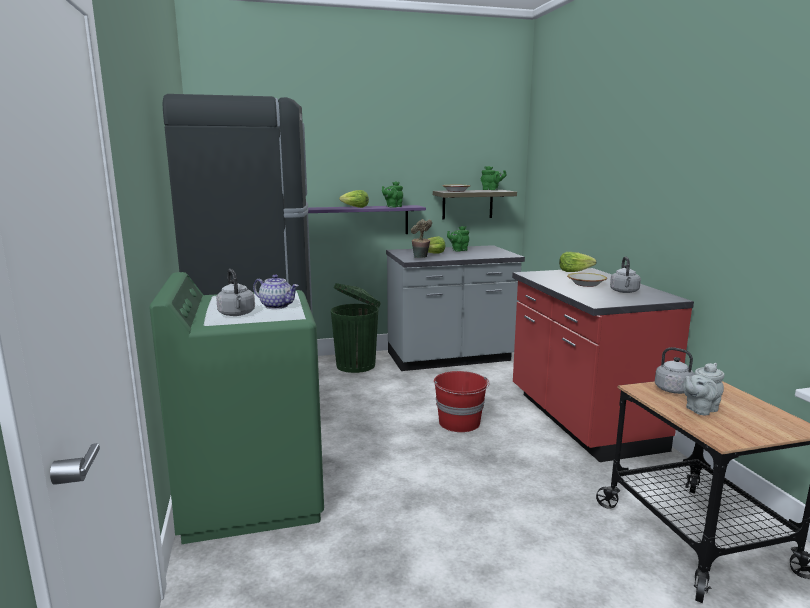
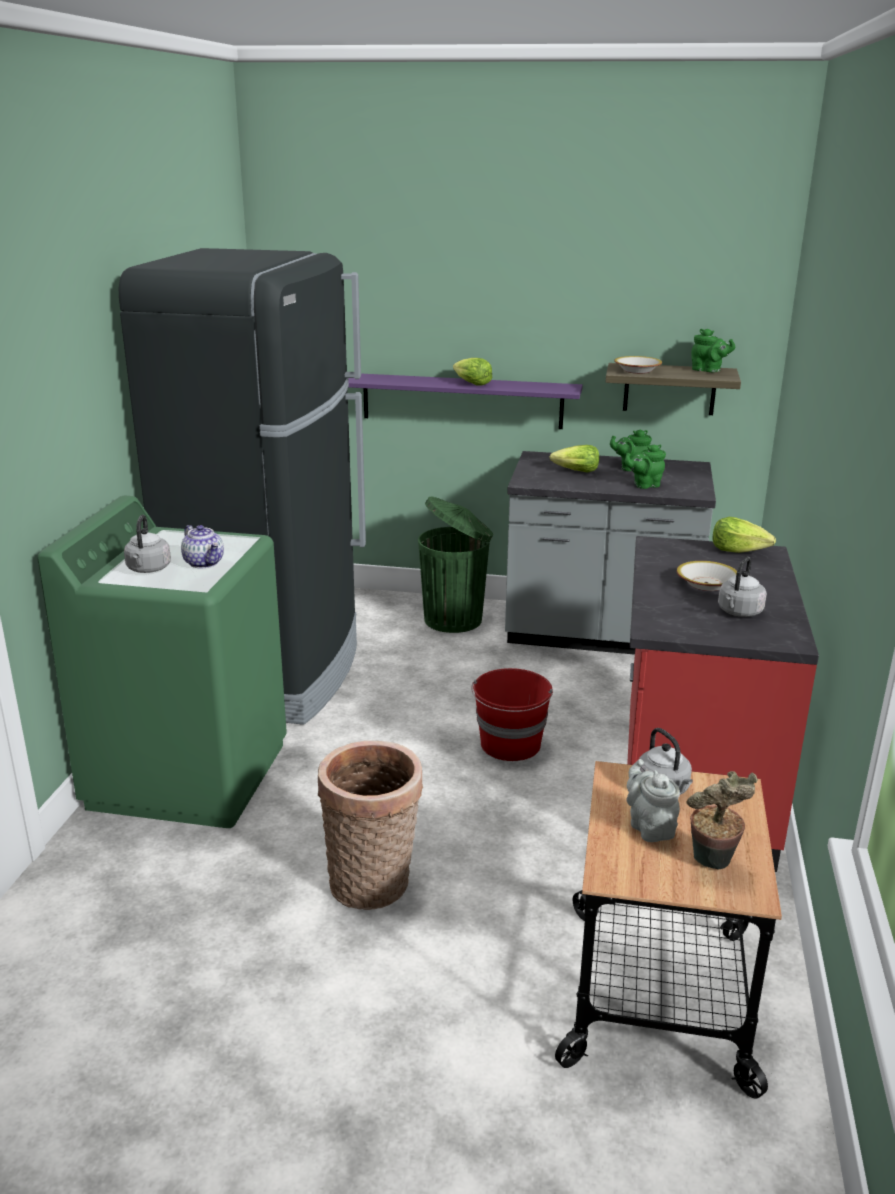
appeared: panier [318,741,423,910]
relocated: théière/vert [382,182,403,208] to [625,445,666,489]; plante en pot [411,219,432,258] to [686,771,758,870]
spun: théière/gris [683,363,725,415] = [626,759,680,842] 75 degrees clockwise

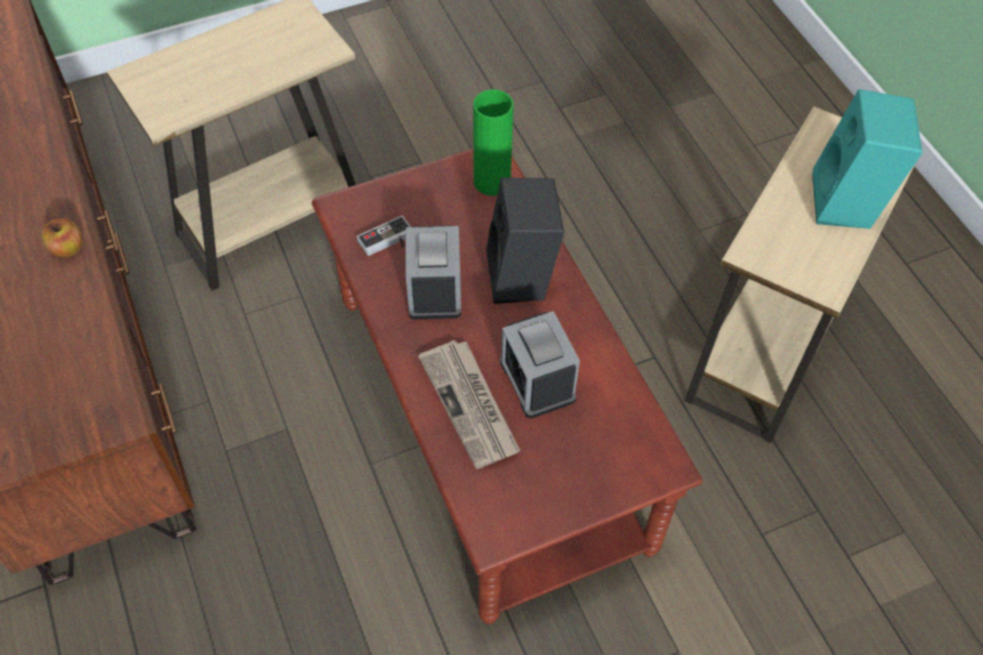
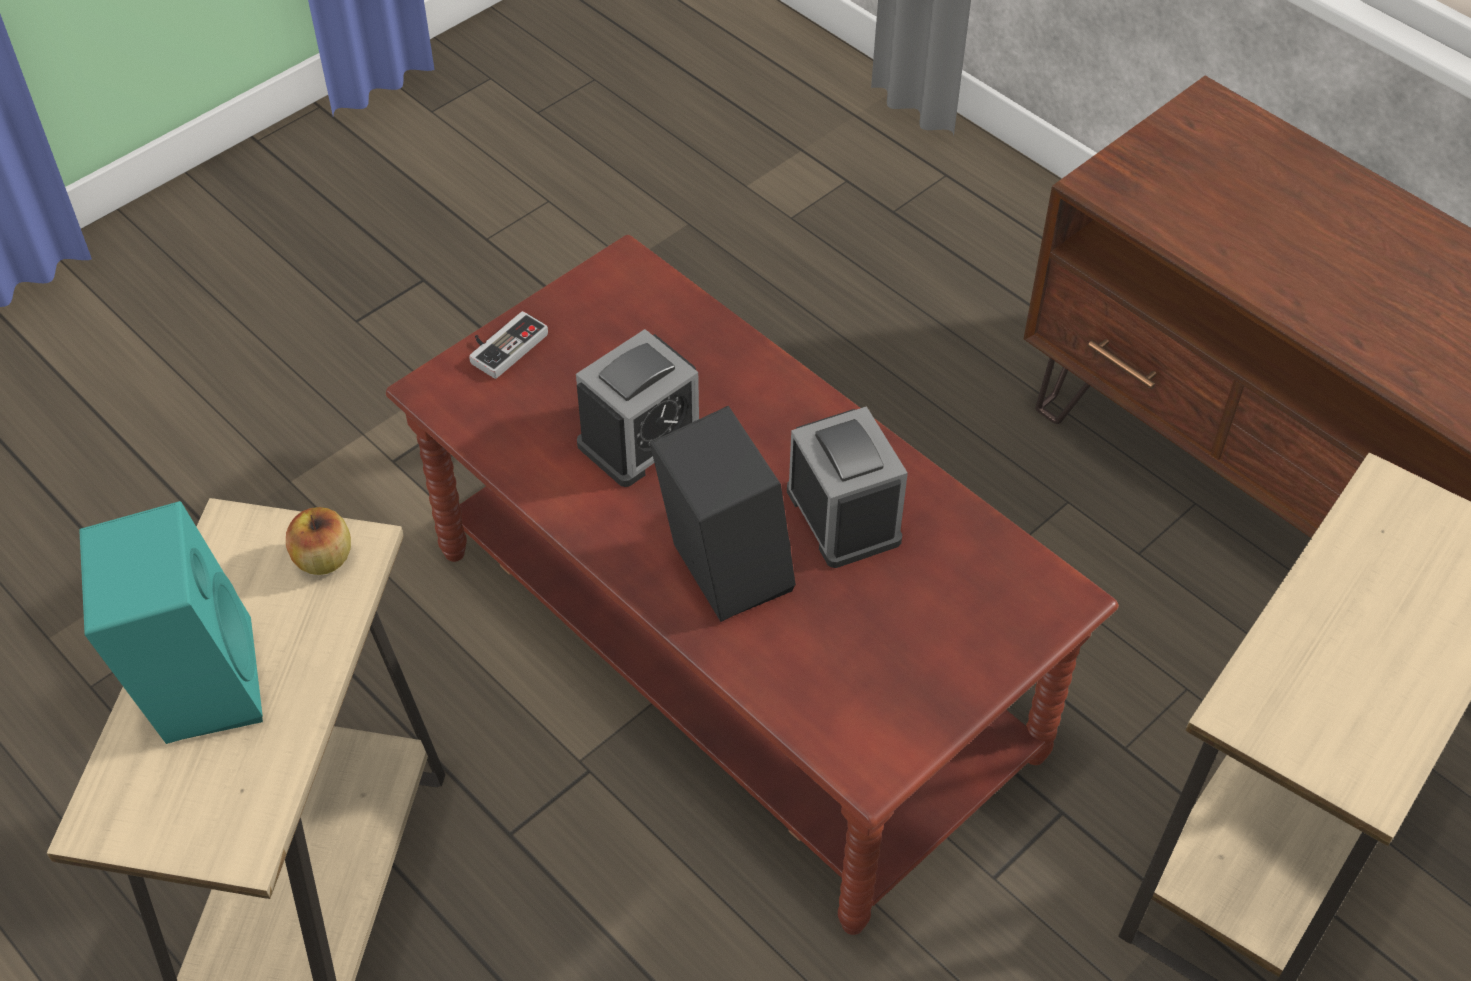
missing: journal [418,340,520,469]; vase/vert [473,90,514,196]
relocated: pomme [42,218,83,257] to [286,507,351,575]; manette [357,216,411,256] to [469,311,548,379]
spun: réveil [500,311,580,419] = [576,329,699,487] 90 degrees clockwise

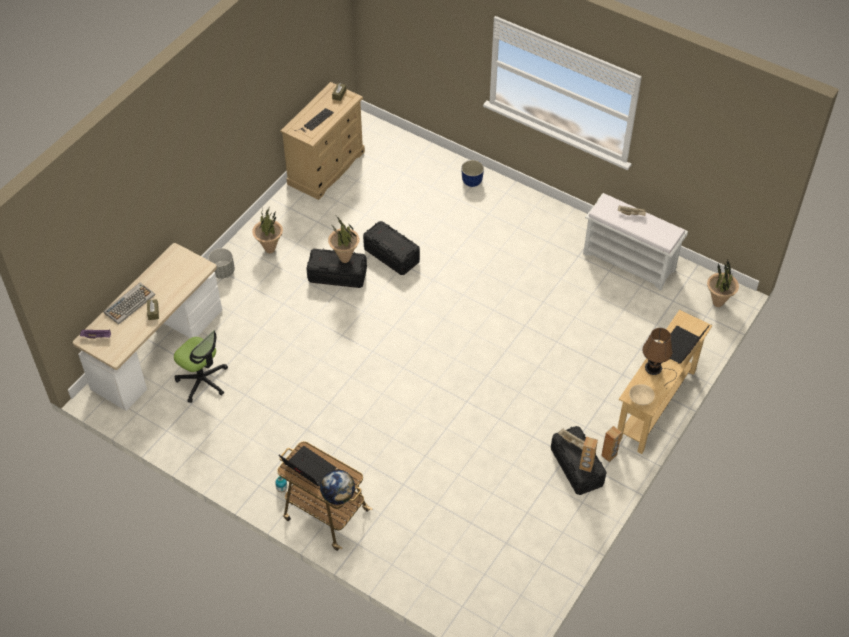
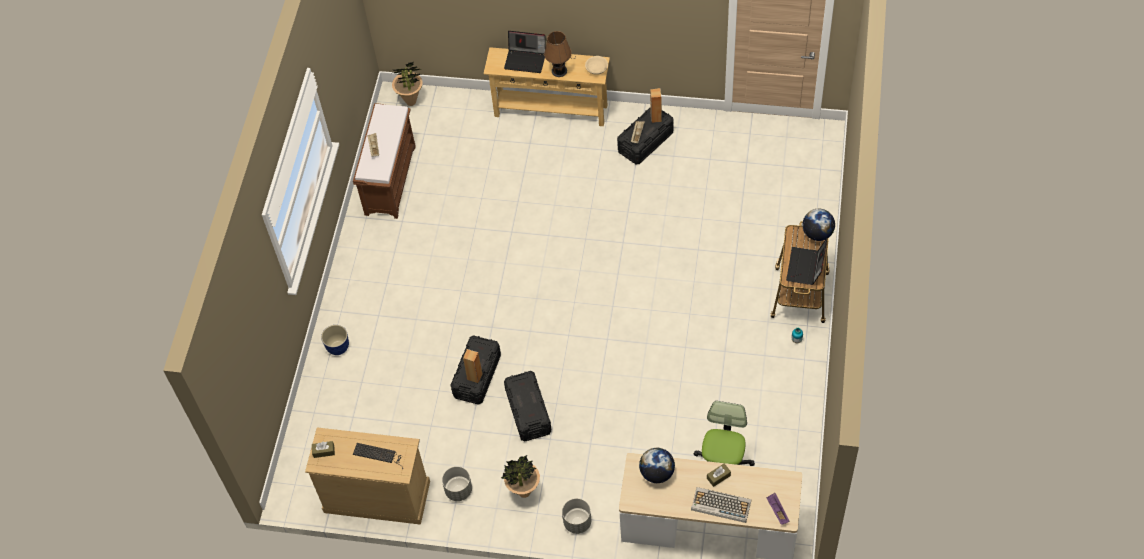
missing: plante en pot [328,217,359,263]
appeared: cache-pot/gris [442,466,472,501]; globe [639,448,675,483]
relocated: enceinte/marron [601,426,622,462] to [463,349,482,383]
colour: banc/blanc [583,193,688,290] to banc/marron [353,103,416,219]

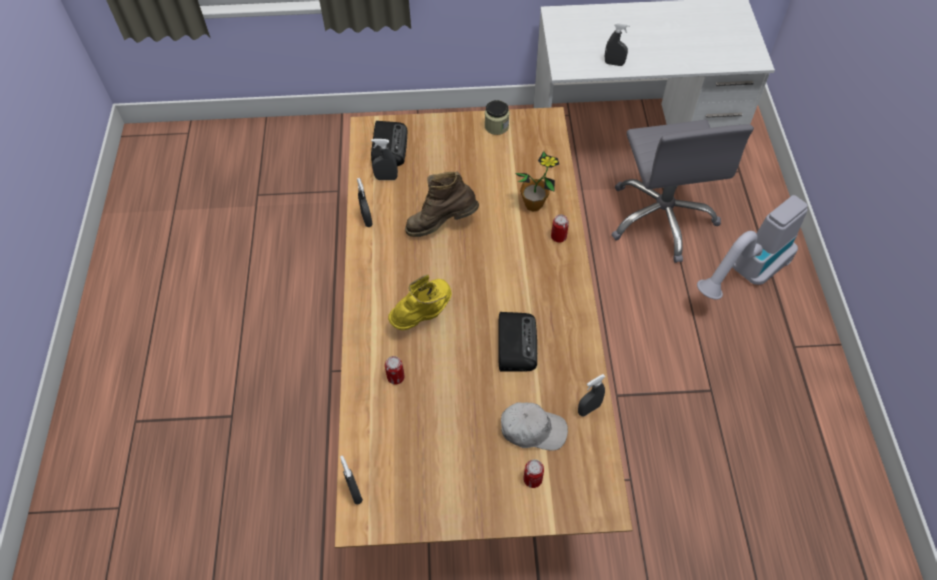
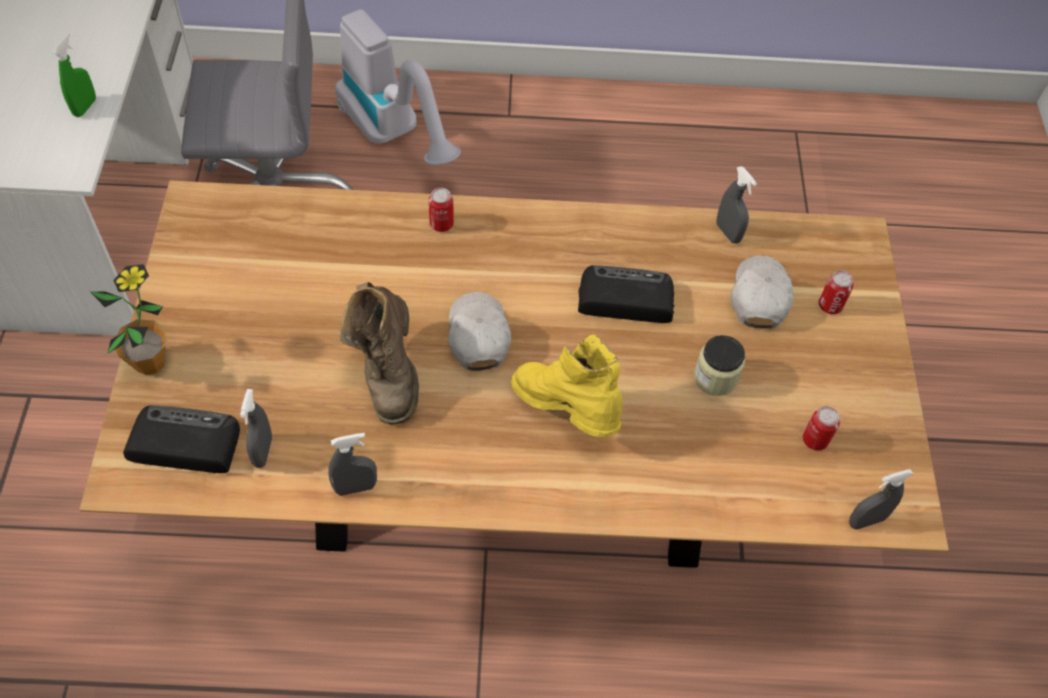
appeared: casquette/blanc [448,292,511,371]
relocated: boîte métallique [385,356,405,385] to [802,406,840,451]; bocal [485,100,509,135] to [694,335,745,396]; plante en pot [515,151,559,212] to [91,264,166,375]
colour: vaporisateur/gris [605,22,630,66] to vaporisateur/vert [52,34,96,117]

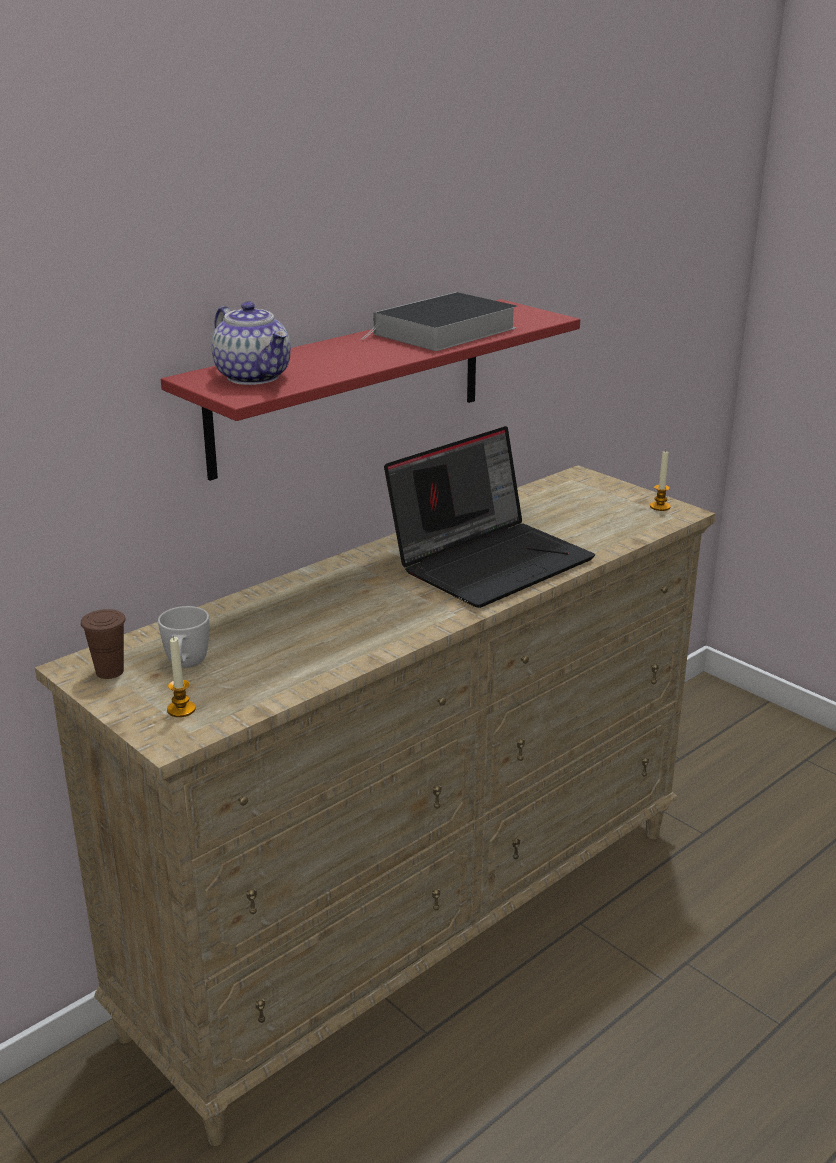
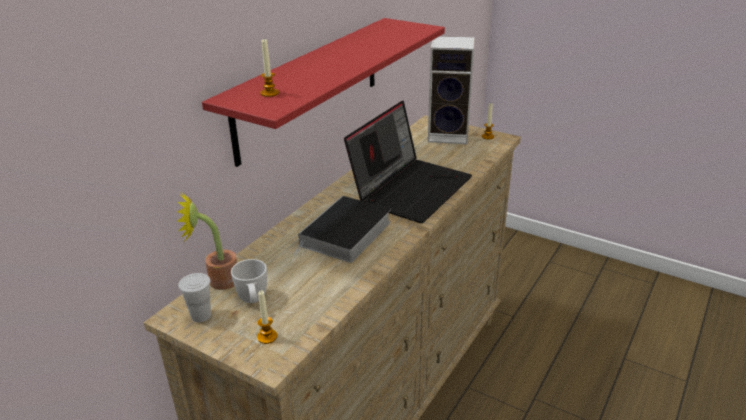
appeared: plante en pot [176,193,237,290]; enceinte [428,36,475,144]
relocated: livre [361,292,517,351] to [293,196,391,263]
exchanged: théière [211,301,291,385] to bougie [260,39,279,97]
colour: tasse/marron [81,609,126,679] to tasse/blanc [178,273,211,322]

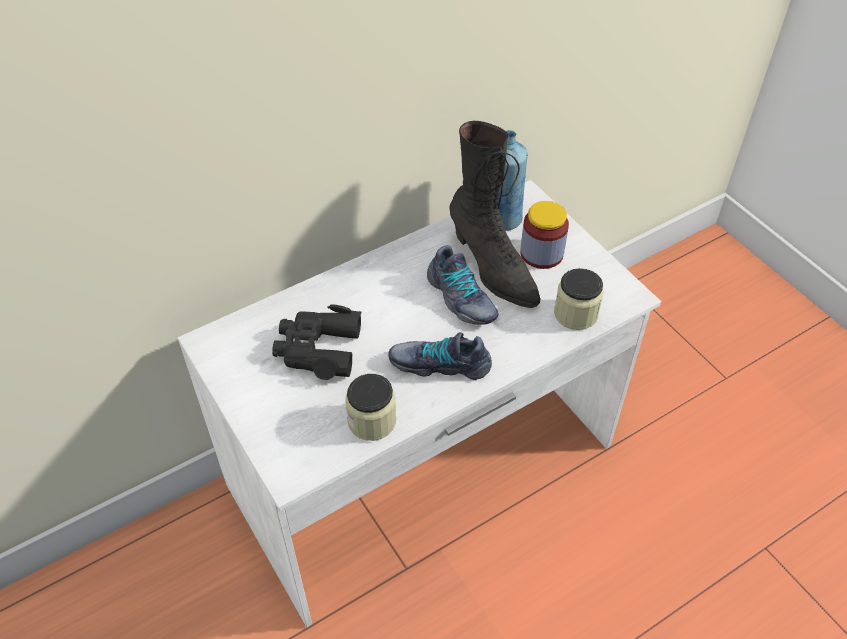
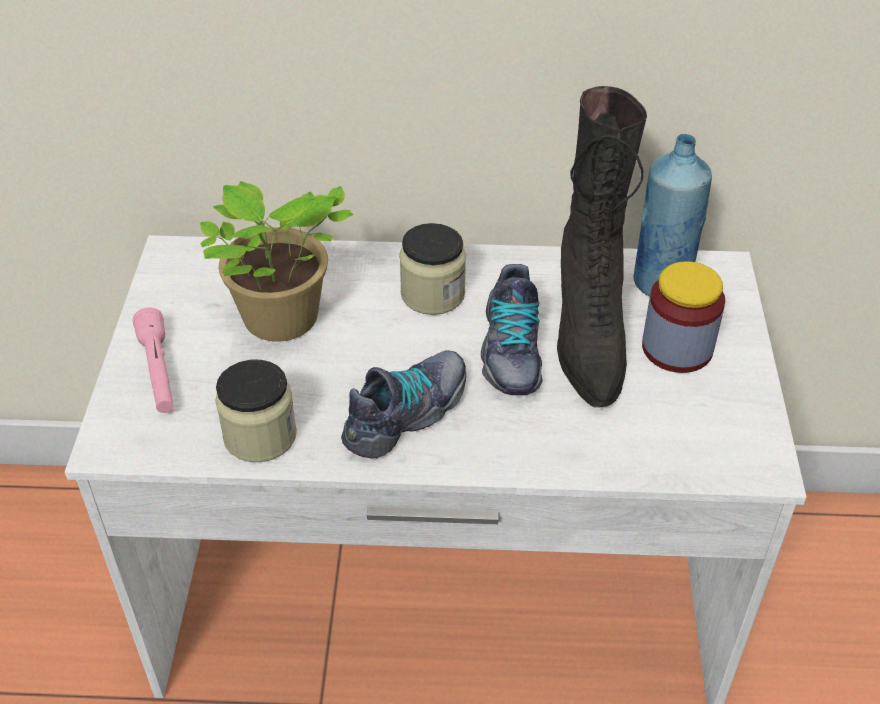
appeared: lampe de poche/rose [133,307,174,413]
relocated: bocal [554,268,603,330] to [399,223,466,315]
exchanged: jumelles/noir [272,305,361,380] to plante en pot [200,181,353,342]
spun: chaussure [388,332,492,380] = [341,350,466,458] 90 degrees clockwise

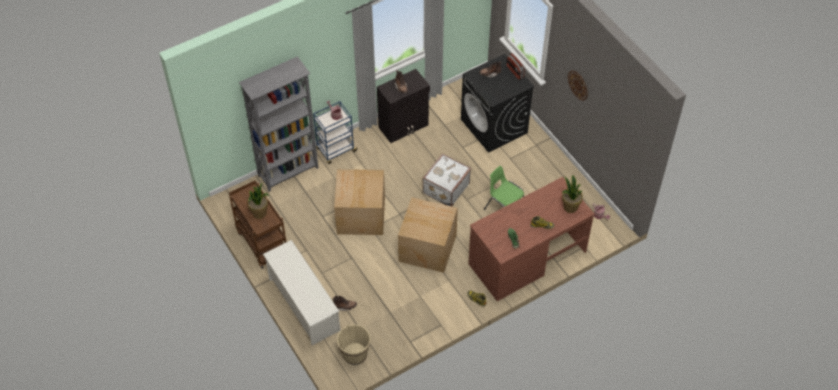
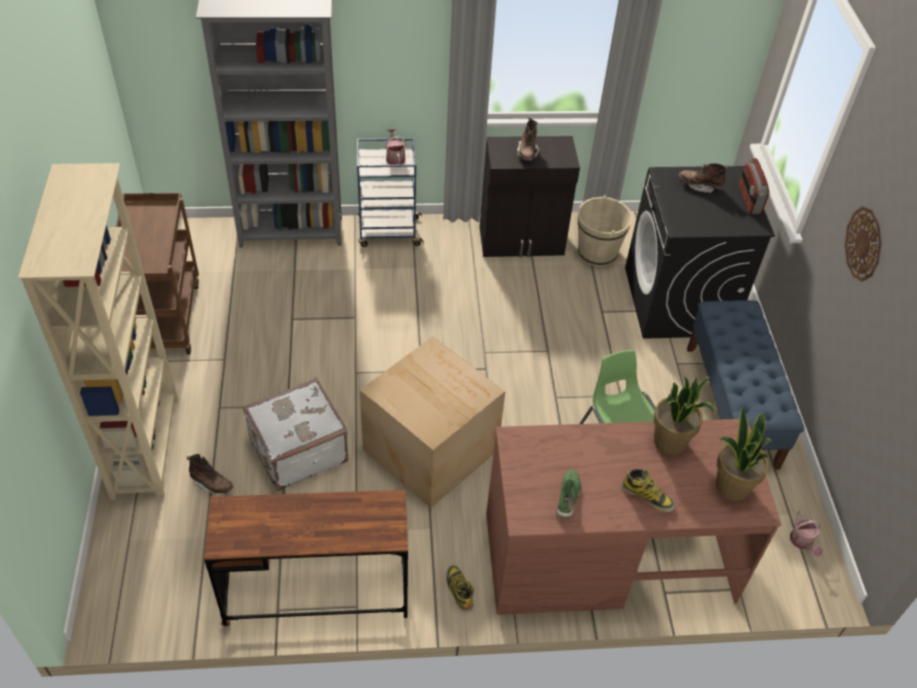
missing: carton [334,169,385,235]
appeared: bureau/marron [204,490,408,626]; banc/bleu [687,300,804,470]
relocated: plante en pot [247,182,269,219] to [653,376,714,455]; seau/beige [337,324,370,365] to [578,195,632,267]; valise/blanc [422,153,471,207] to [243,378,349,491]
exchanged: étagère à chaussures/blanc [263,240,340,345] to bibliothèque/beige [18,163,178,500]

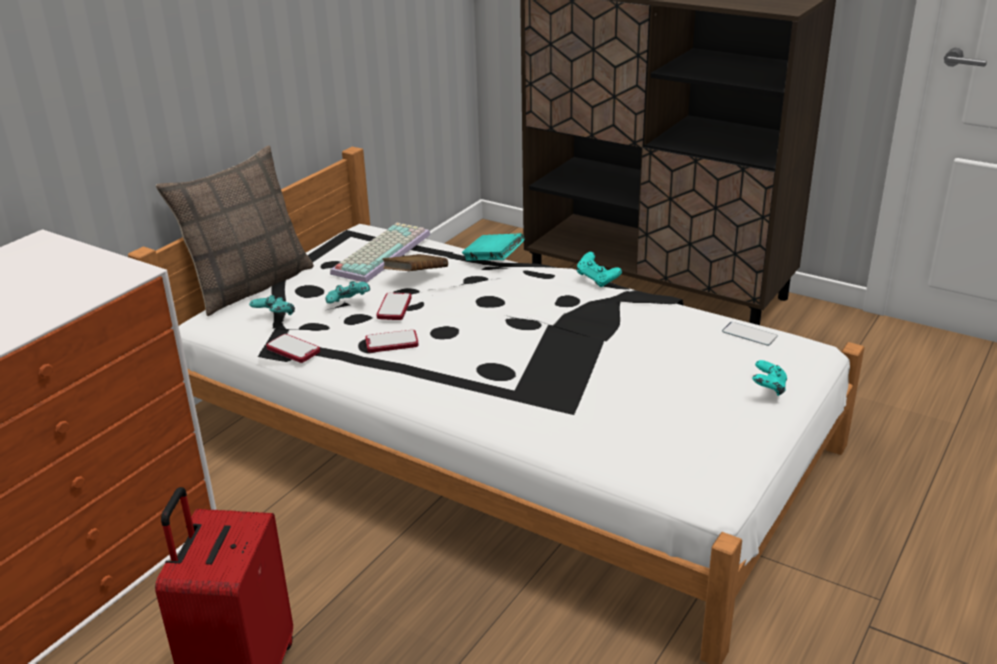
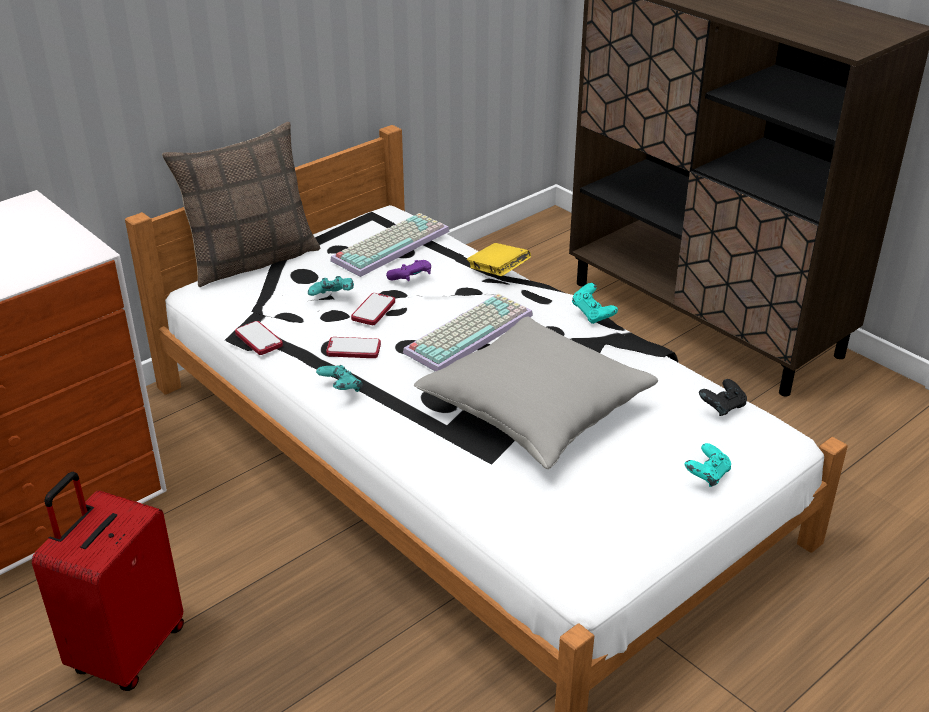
appeared: clavier [403,294,533,372]; coussin/gris [414,317,658,469]
relocated: manette/turquoise [249,295,295,315] to [316,365,363,392]
exchanged: livre/marron [383,254,448,271] to manette/violet [386,260,431,281]; téléphone [722,322,778,346] to manette/noir [699,379,747,416]
colour: livre/turquoise [462,233,524,261] to livre/jaune [467,243,531,276]

